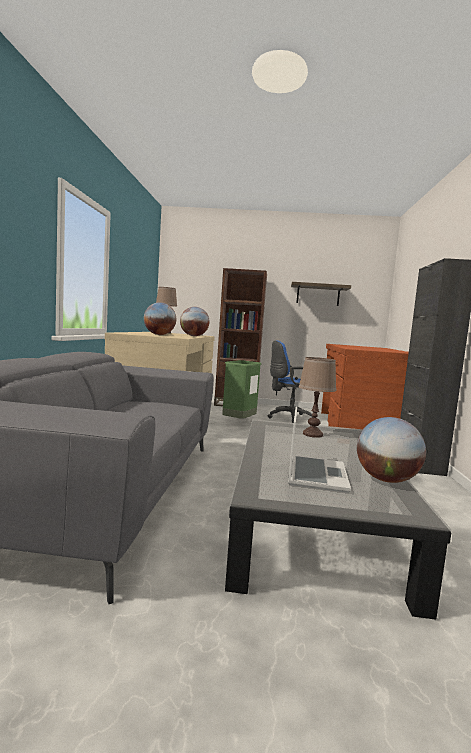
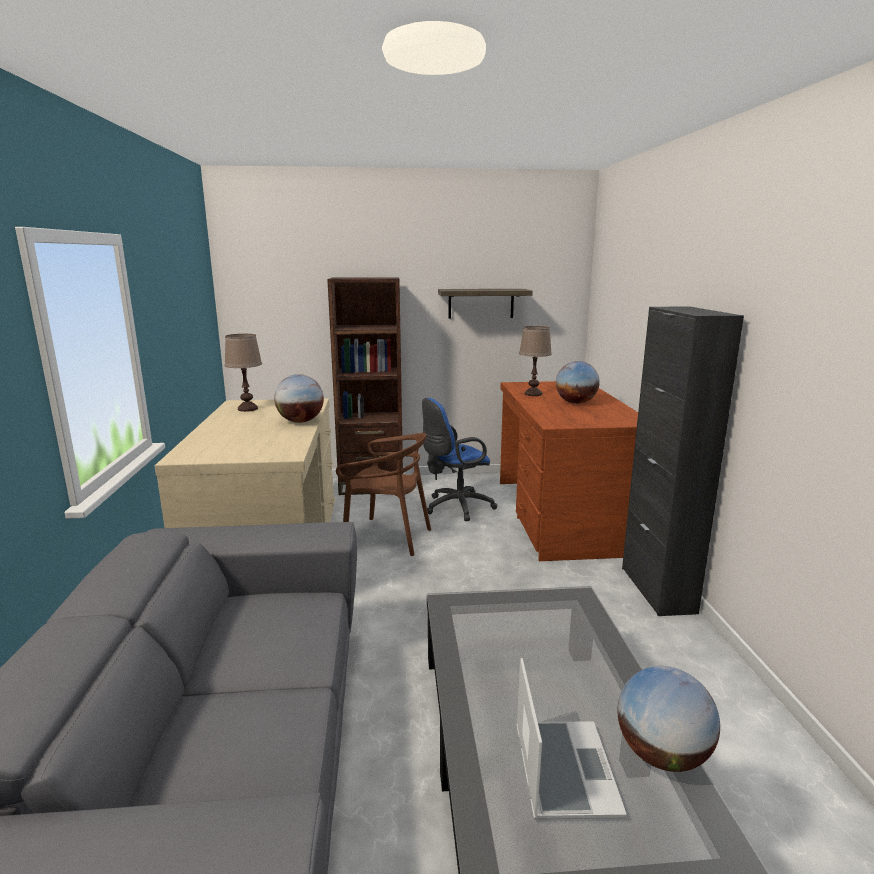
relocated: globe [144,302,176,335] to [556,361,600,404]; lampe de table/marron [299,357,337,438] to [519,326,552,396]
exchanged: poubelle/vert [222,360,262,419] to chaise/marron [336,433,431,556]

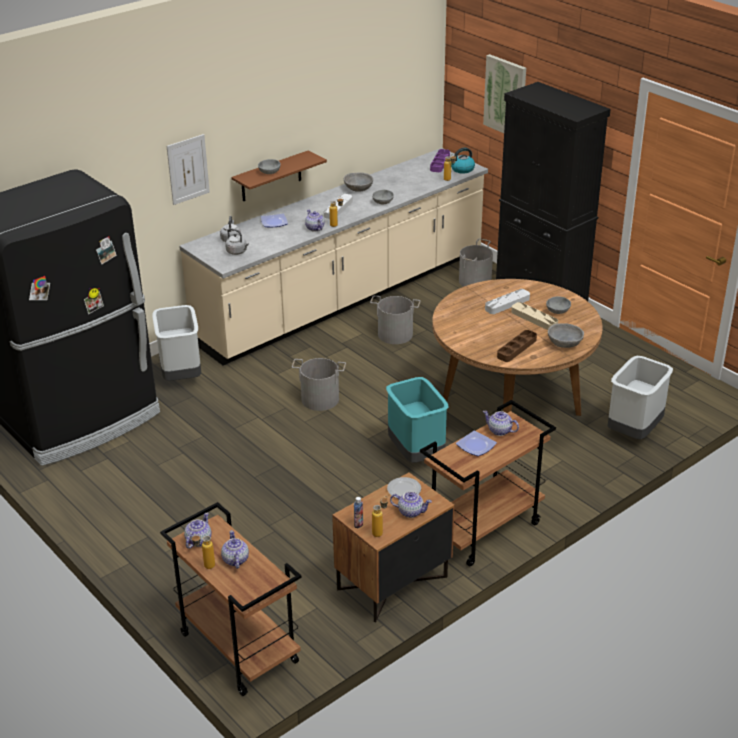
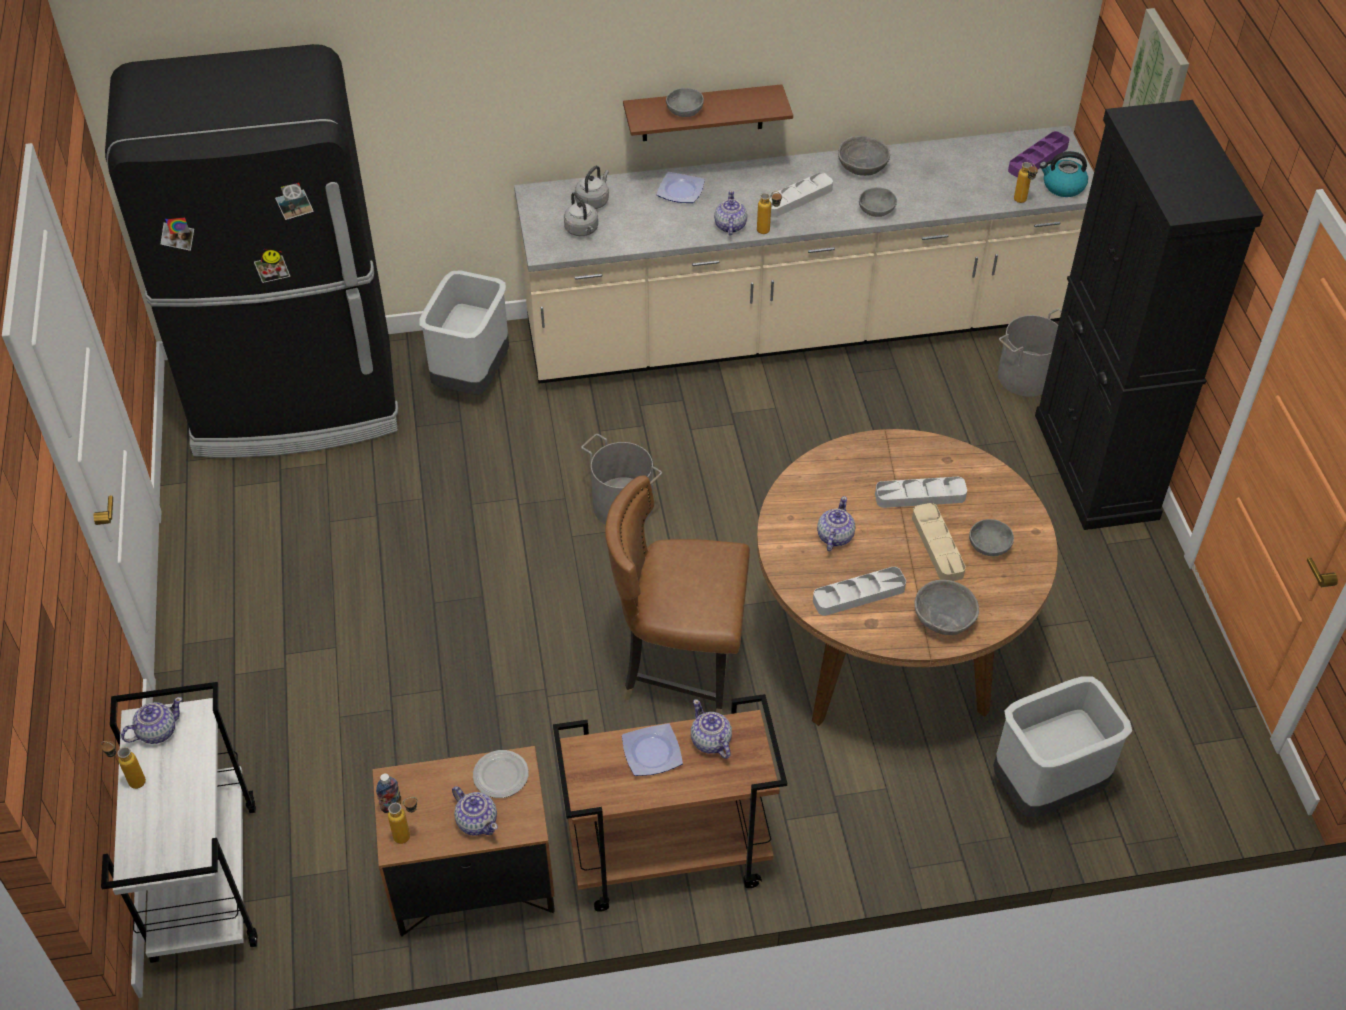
missing: tableau [167,134,210,205]; seau/gris [370,295,420,344]
relocated: théière [221,530,249,569] to [817,496,855,552]
exchanged: poubelle/turquoise [386,377,449,463] to chaise/marron [605,475,750,714]
colour: chariot/marron [160,502,301,696] to chariot/blanc [101,682,258,963]; plateau/marron [497,330,537,362] to plateau/gris [813,567,906,616]

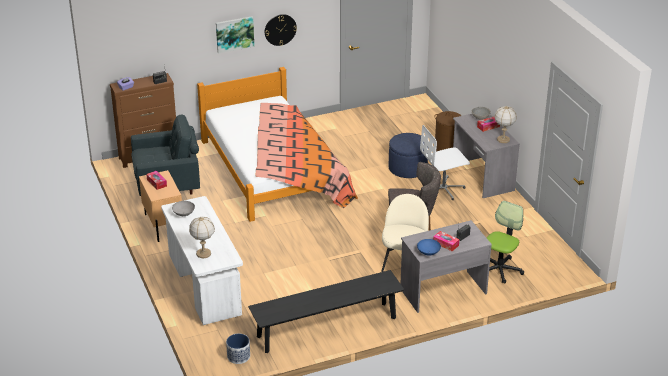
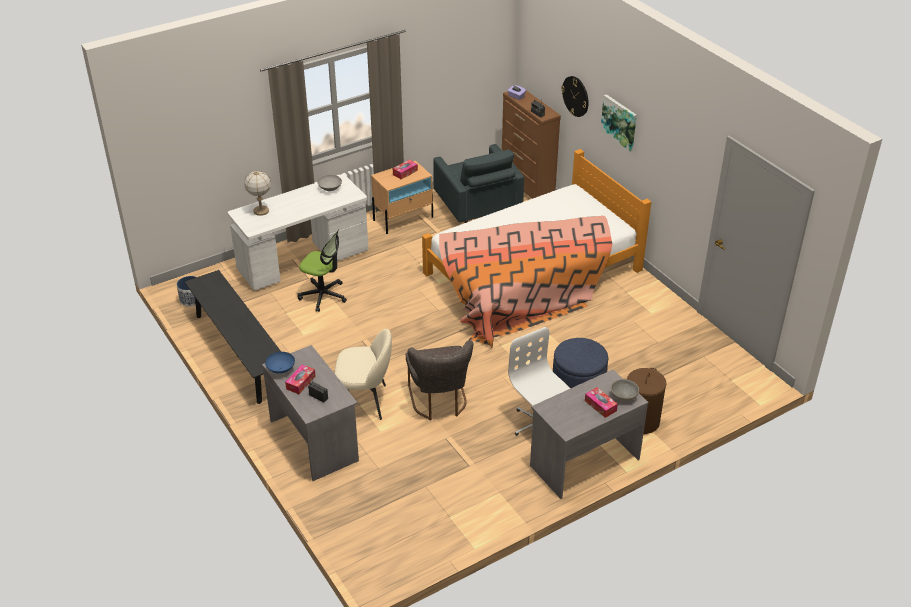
missing: lampe de table [495,106,517,143]
relocated: horloge murale [265,14,297,46] to [561,76,589,117]; chaise de bureau [487,201,524,284] to [297,229,347,312]

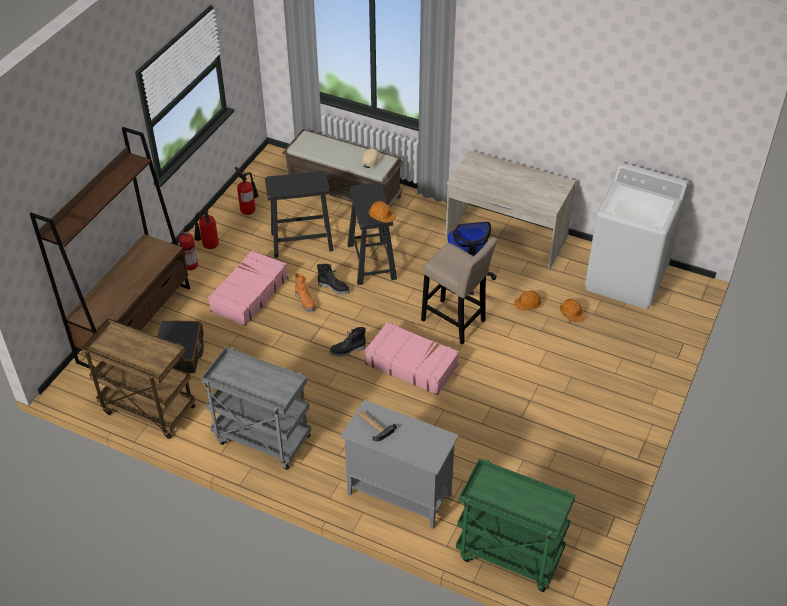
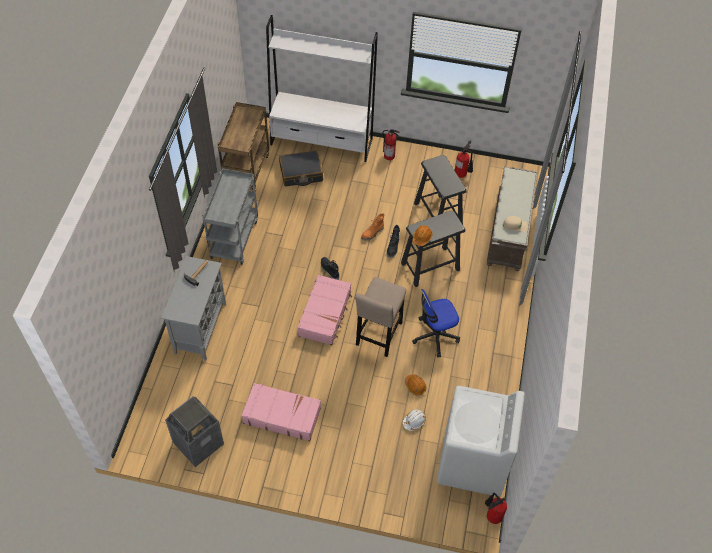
missing: bureau/beige [445,150,576,271]; chariot/vert [456,459,575,592]
appeared: poubelle [165,396,224,467]
relocated: extincteur [194,208,219,249] to [485,493,507,524]; valise/rose [208,250,288,326] to [241,383,321,441]
colour: bibliothèque/marron [30,127,190,369] to bibliothèque/blanc [266,15,378,162]; casque de chantier/orange [560,298,585,322] to casque de chantier/blanc [403,410,426,431]

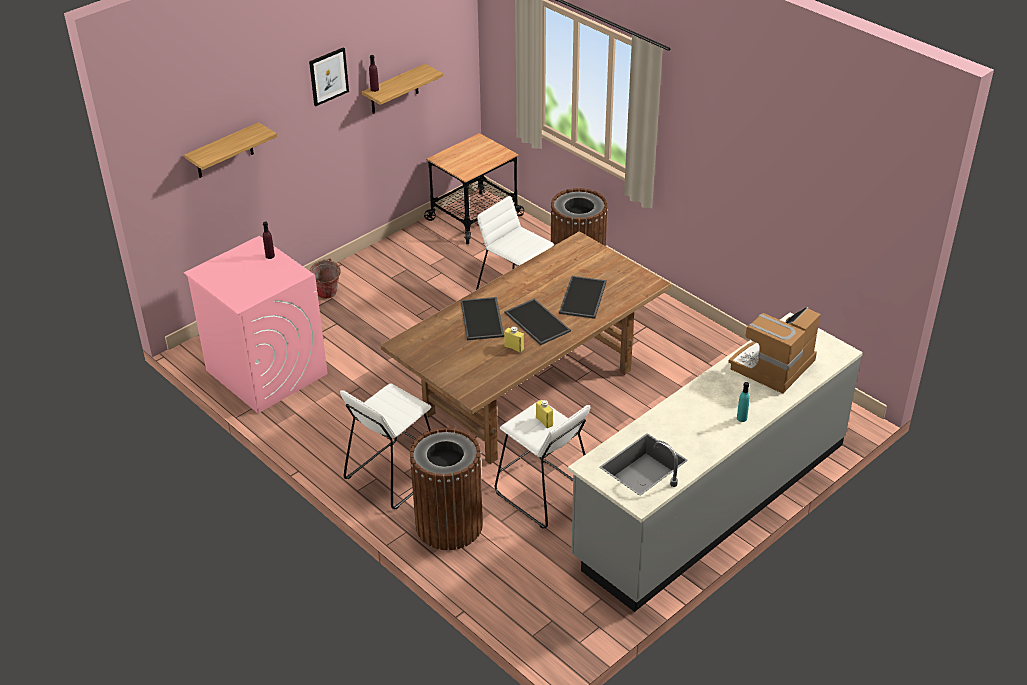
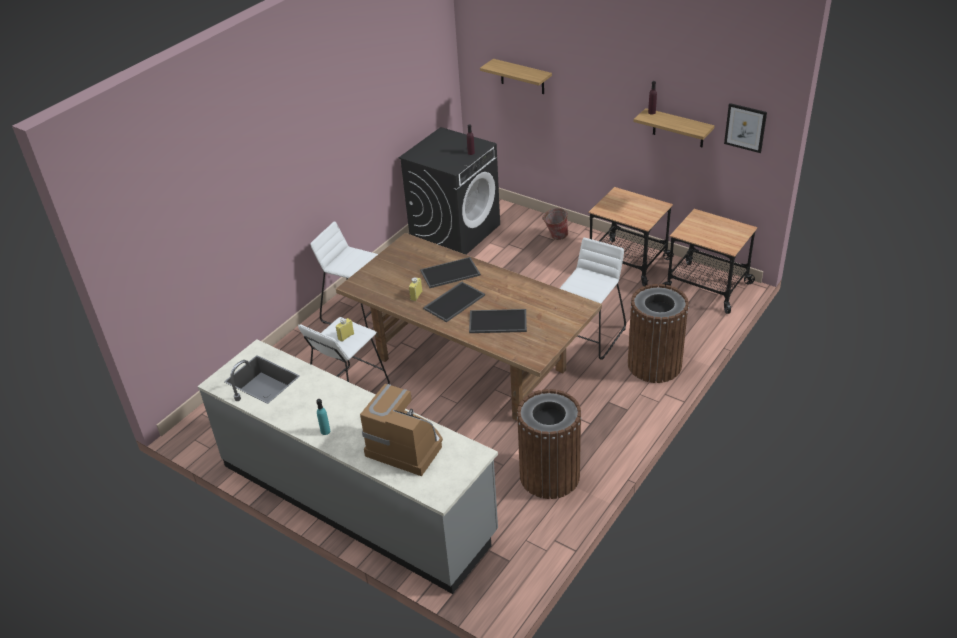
appeared: chariot [588,187,674,287]
relocated: tableau [309,47,349,106] to [724,103,767,153]; poubelle/marron [409,427,483,550] to [517,389,582,499]
colour: lave-linge/rose [184,236,327,413] to lave-linge/noir [399,127,500,255]

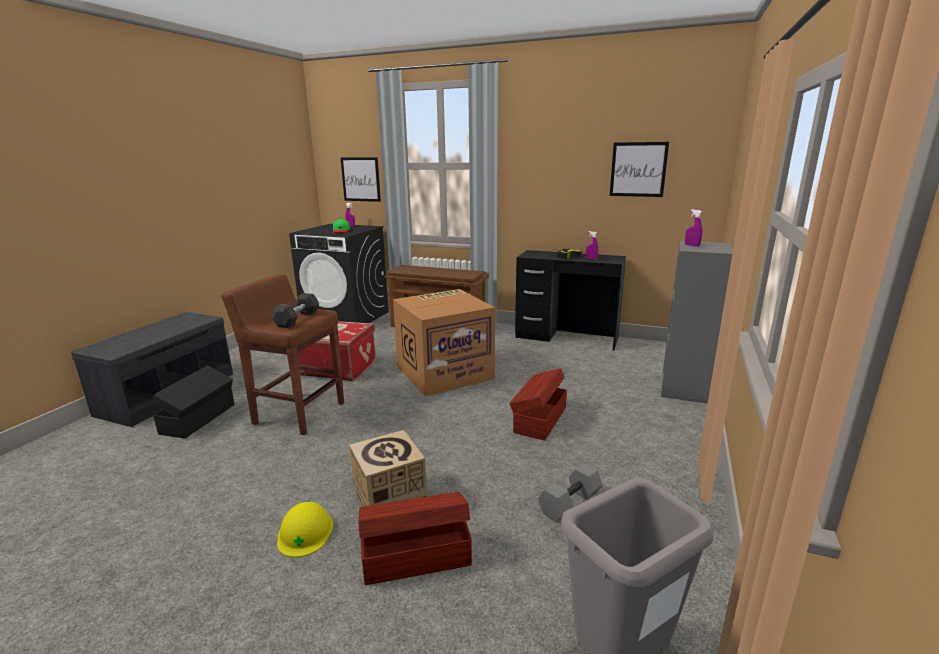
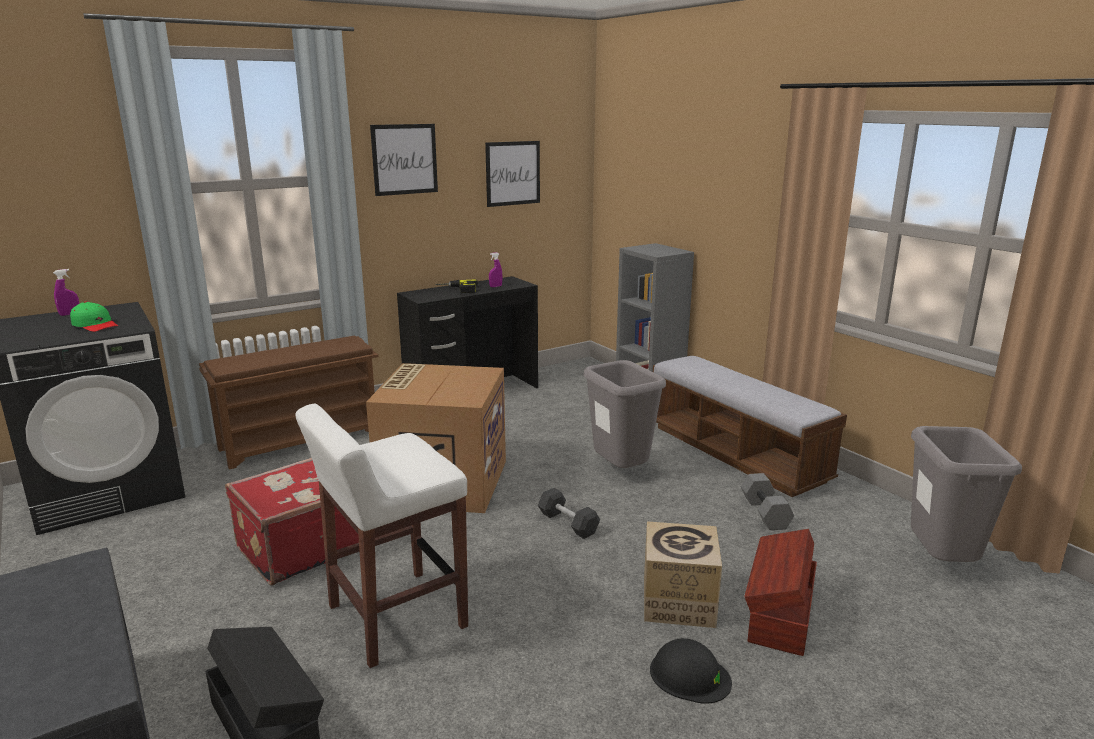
missing: vaporisateur/violet [685,209,703,247]
appeared: banc [653,356,847,497]
relocated: haltère/gris [271,293,320,328] to [537,488,600,539]; tableau [341,157,381,202] to [370,124,438,196]
exchanged: boîte de rangement/marron [509,368,567,441] to poubelle/gris [583,360,666,468]
colour: tabouret/marron [222,274,344,435] to tabouret/blanc [295,403,468,668]; casque de chantier/jaune [277,502,333,557] to casque de chantier/noir [650,638,732,704]

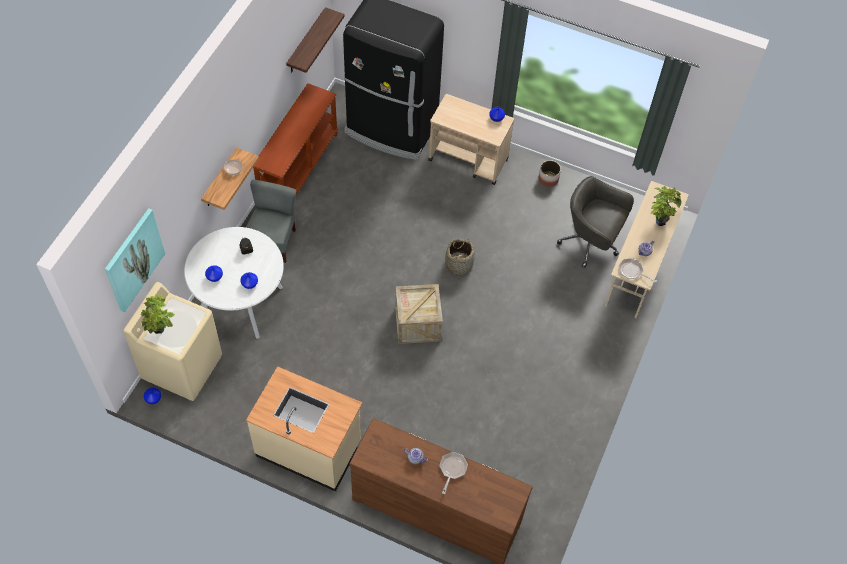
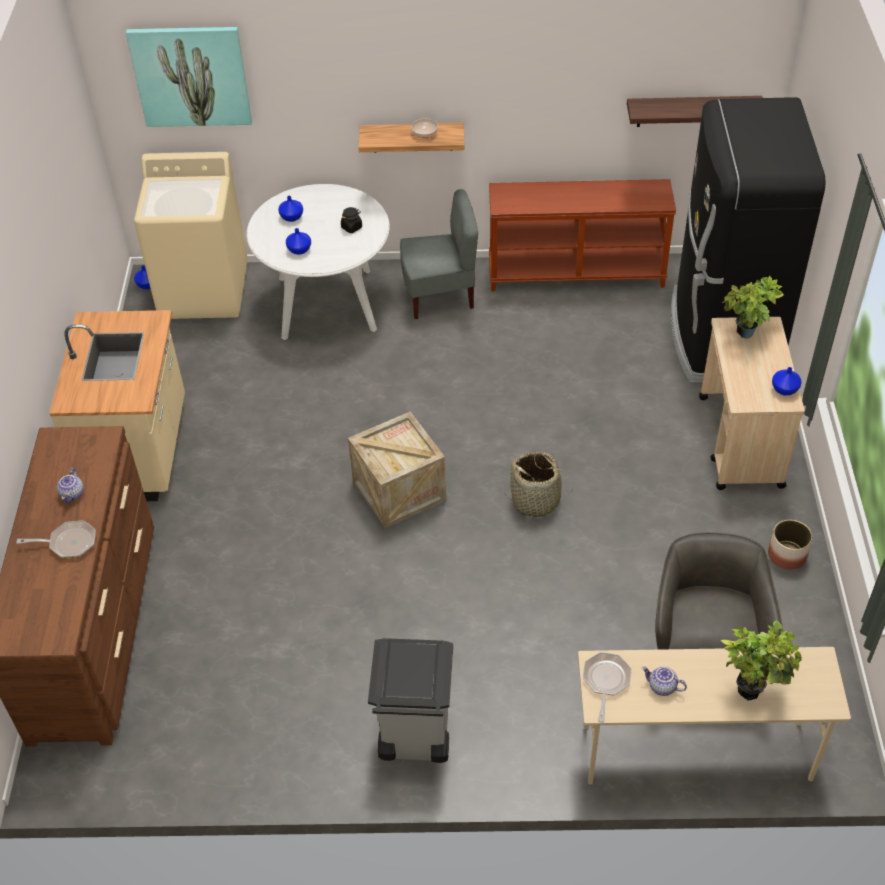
appeared: poubelle/gris [368,638,453,763]
relocated: plante en pot [141,295,175,334] to [722,276,784,338]

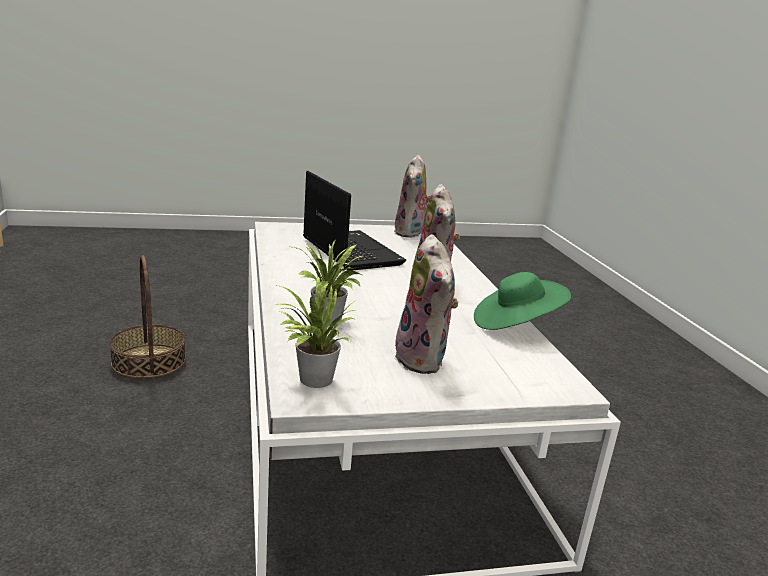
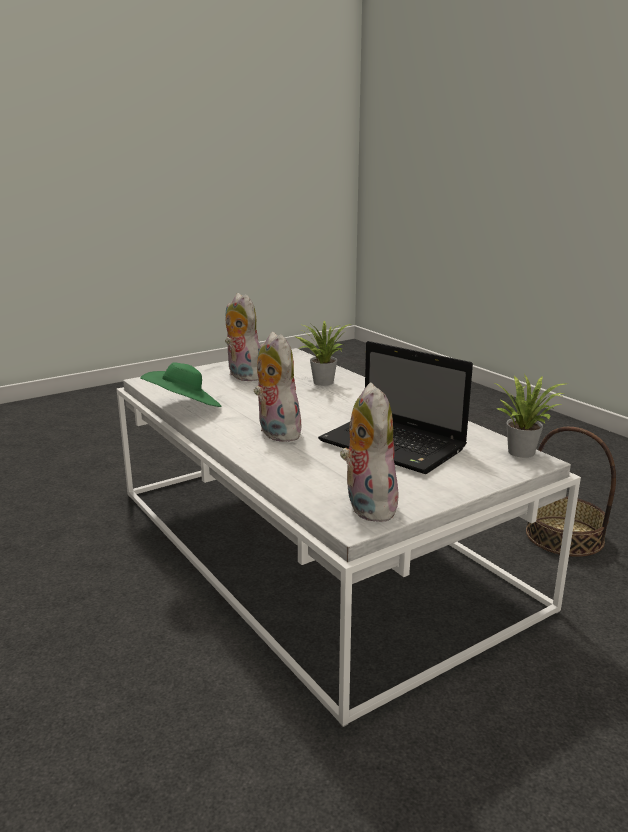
relocated: plante en pot [275,276,356,388] to [494,374,565,458]

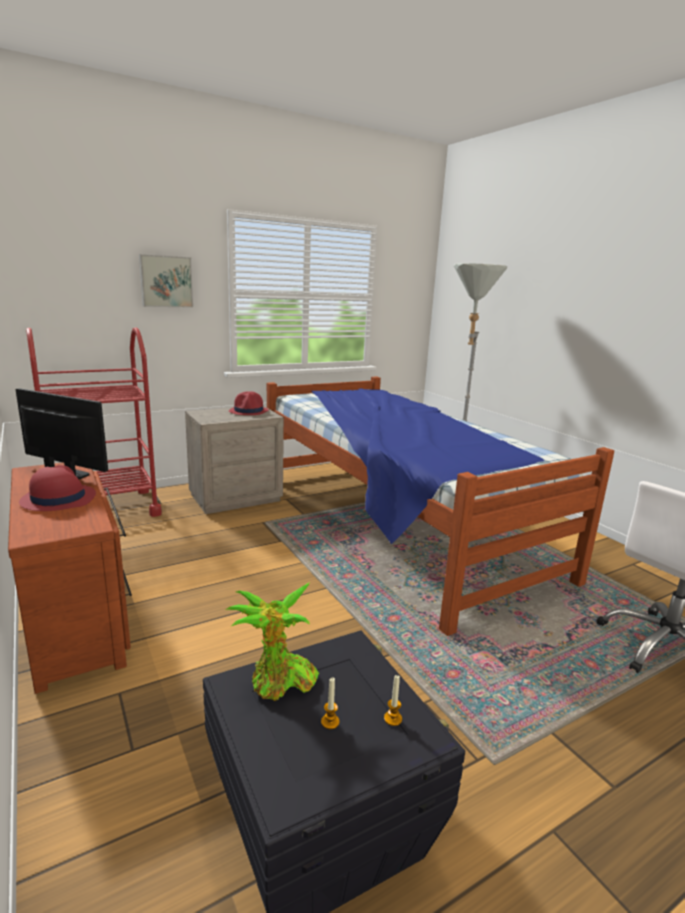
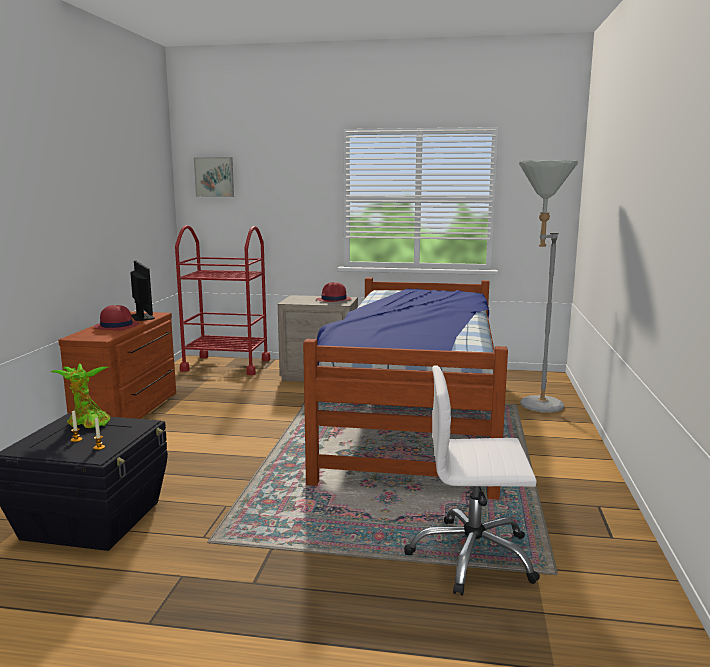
relocated: tableau [139,254,193,308] to [194,157,234,197]

